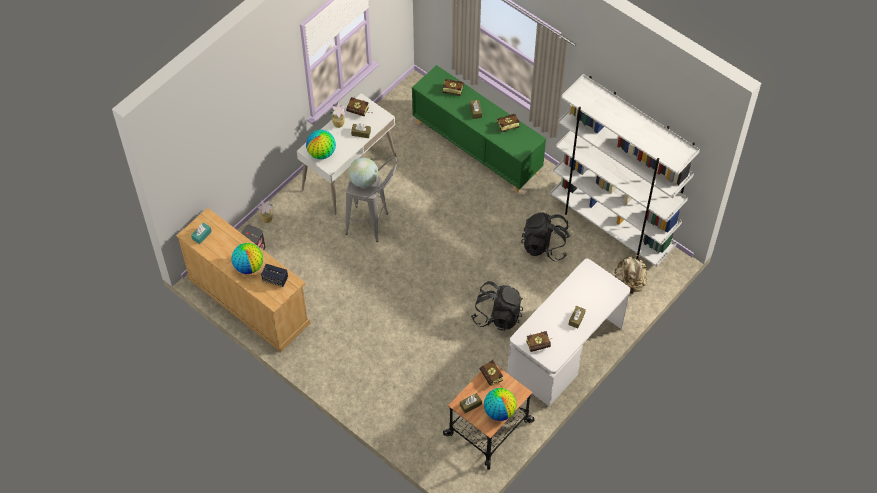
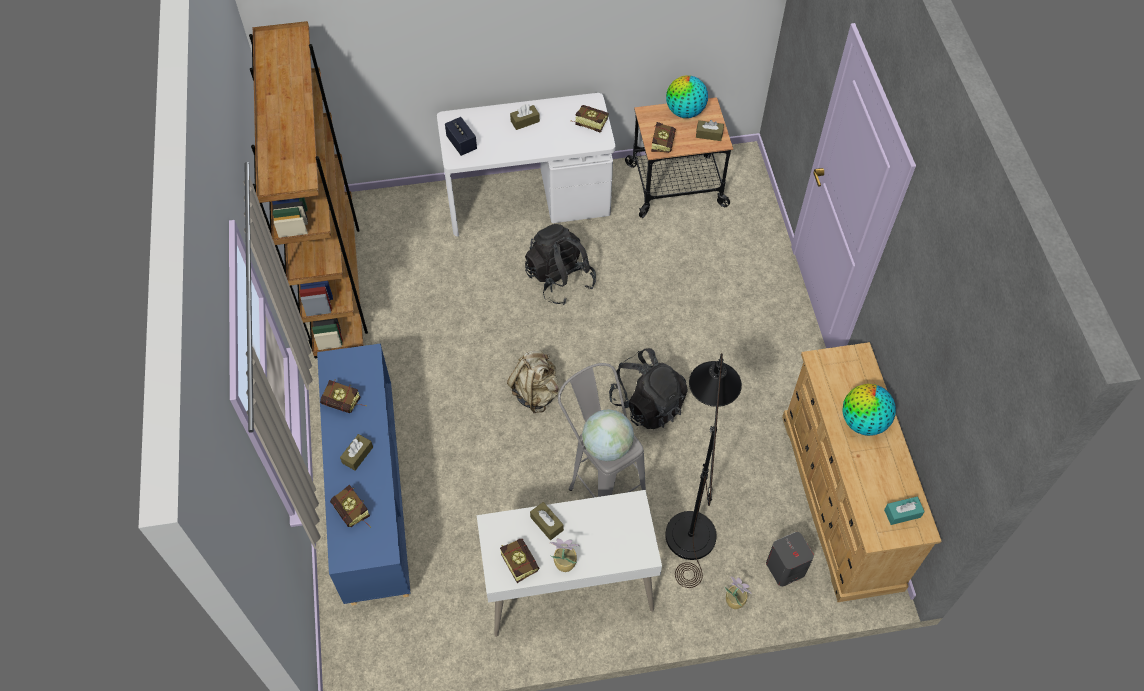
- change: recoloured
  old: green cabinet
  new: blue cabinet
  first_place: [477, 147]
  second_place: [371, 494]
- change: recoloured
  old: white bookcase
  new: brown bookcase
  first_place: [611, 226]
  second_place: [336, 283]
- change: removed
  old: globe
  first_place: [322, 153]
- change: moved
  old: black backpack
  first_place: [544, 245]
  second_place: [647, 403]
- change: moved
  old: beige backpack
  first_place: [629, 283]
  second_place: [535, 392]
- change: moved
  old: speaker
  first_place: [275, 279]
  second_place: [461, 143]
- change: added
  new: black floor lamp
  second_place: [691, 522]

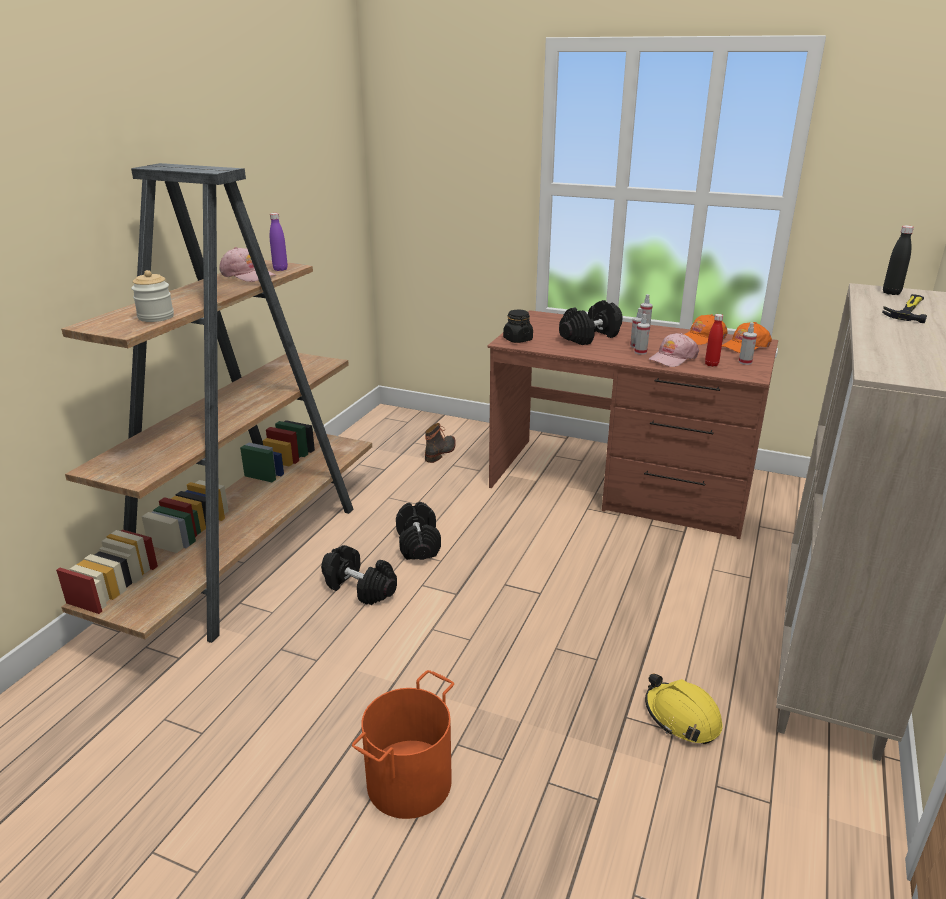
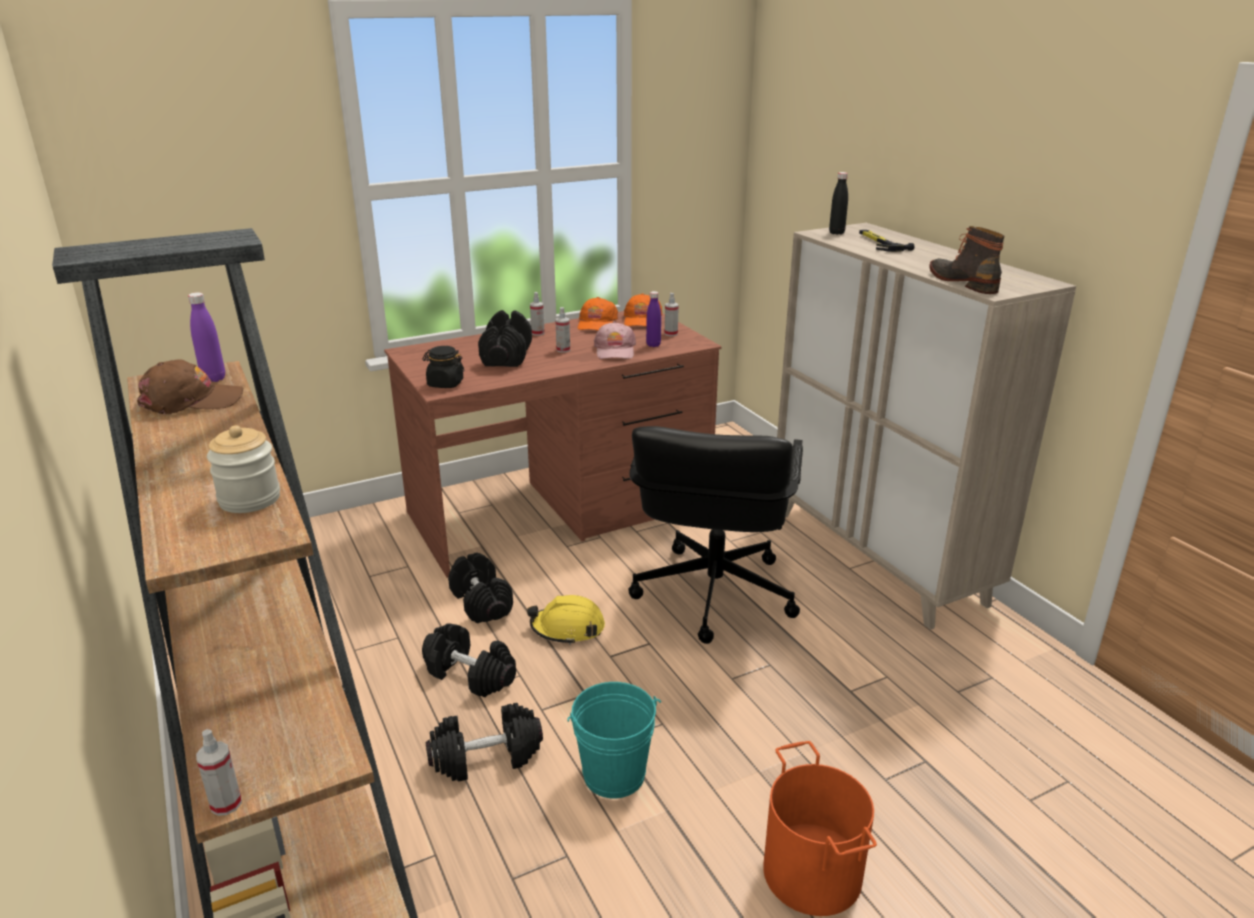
- change: recoloured
  old: pink cap
  new: brown cap
  first_place: [248, 275]
  second_place: [191, 401]
- change: moved
  old: spray bottle
  first_place: [640, 352]
  second_place: [226, 804]
- change: recoloured
  old: red bottle
  new: purple bottle
  first_place: [711, 364]
  second_place: [653, 345]
- change: moved
  old: boot
  first_place: [441, 452]
  second_place: [964, 282]
- change: moved
  old: yellow hard hat
  first_place: [682, 717]
  second_place: [568, 628]
- change: added
  new: black office chair
  second_place: [712, 594]
- change: added
  new: black dumbbell
  second_place: [481, 602]
- change: added
  new: turquoise bucket
  second_place: [613, 774]

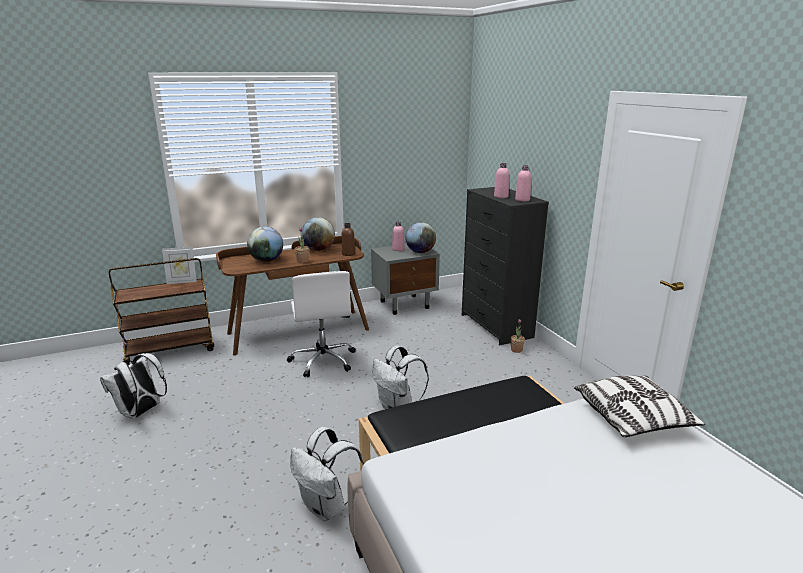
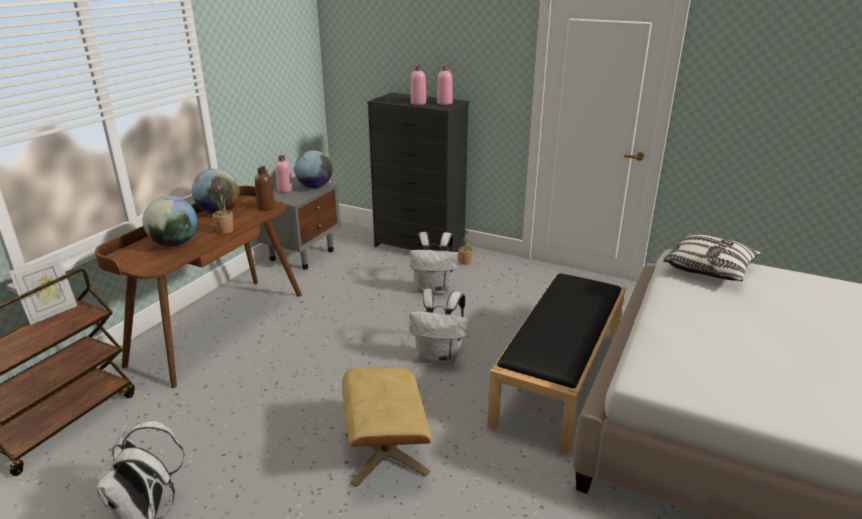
- change: removed
  old: white office chair
  first_place: [323, 360]
- change: moved
  old: white backpack
  first_place: [326, 507]
  second_place: [434, 289]
- change: added
  new: beige ottoman
  second_place: [385, 453]

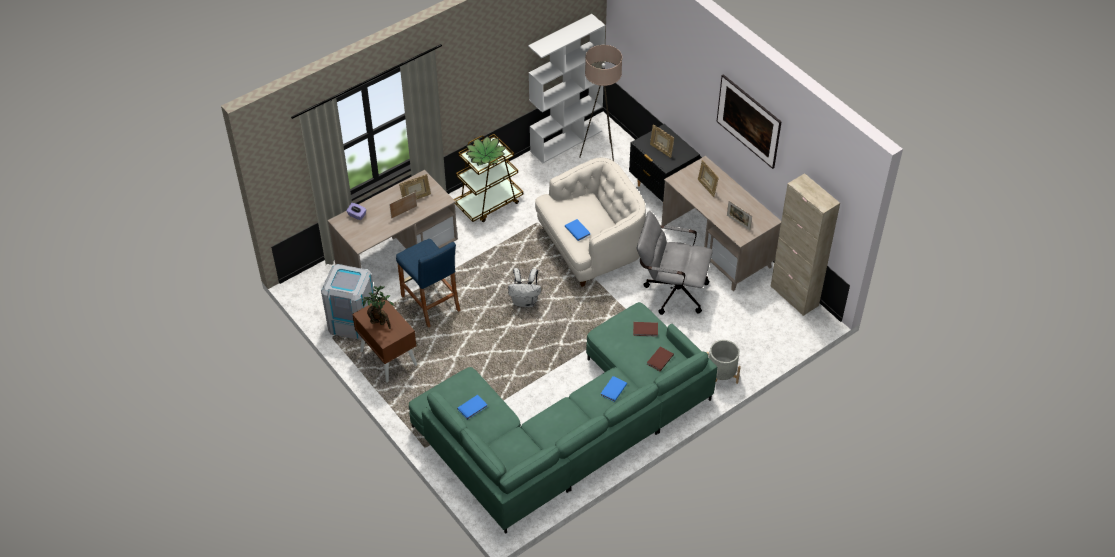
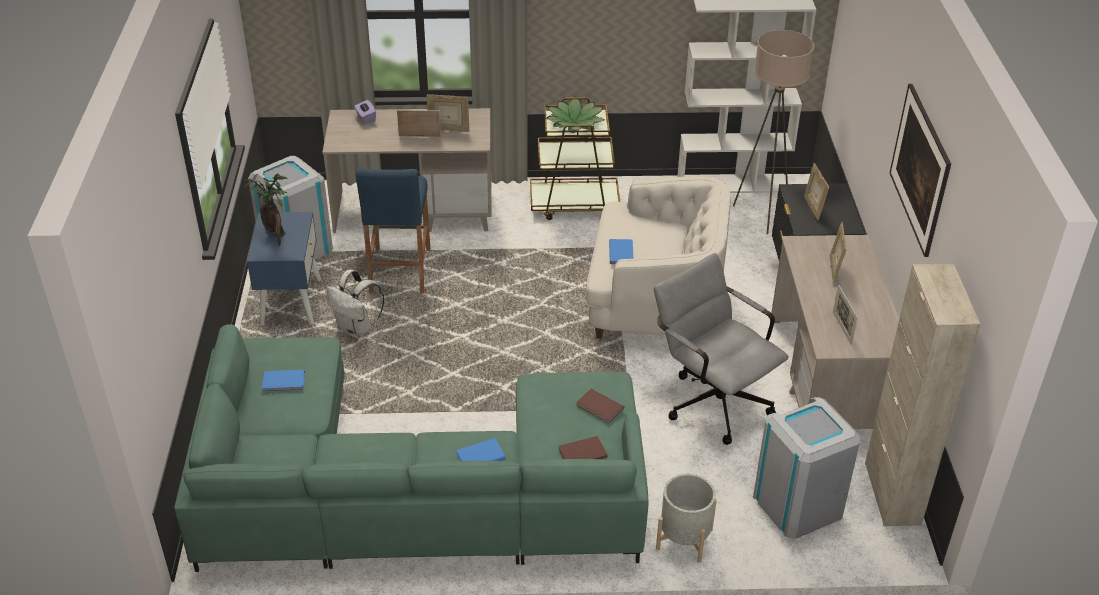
- change: moved
  old: white backpack
  first_place: [525, 301]
  second_place: [357, 329]
- change: recoloured
  old: brown nightstand
  new: blue nightstand
  first_place: [388, 358]
  second_place: [291, 301]
- change: added
  new: grey trash can
  second_place: [798, 504]

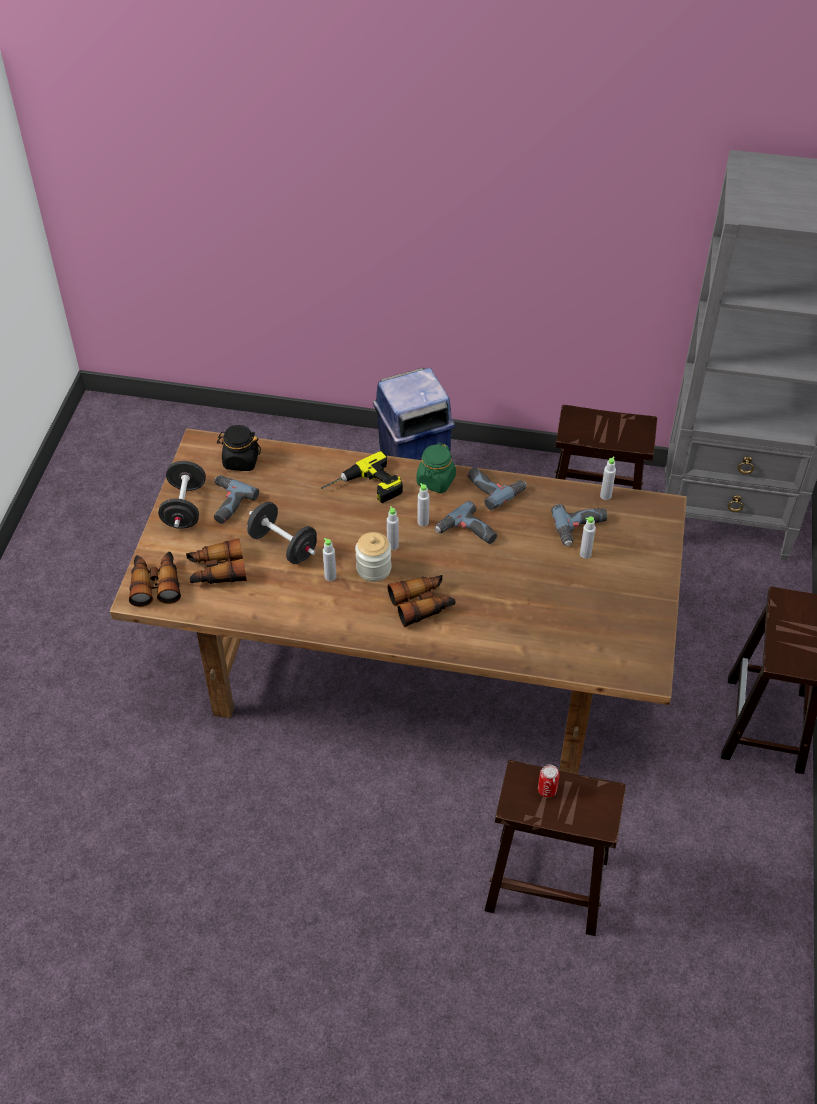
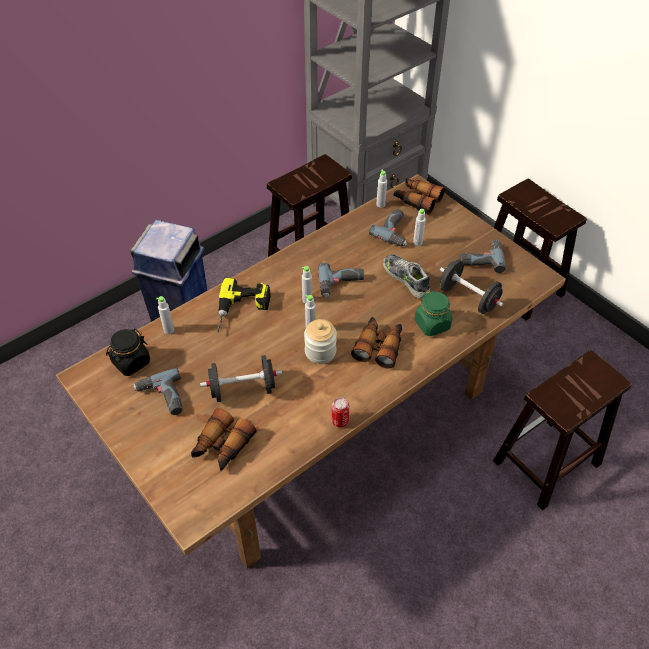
- change: moved
  old: green jar
  first_place: [436, 481]
  second_place: [432, 324]
- change: moved
  old: black dumbbell
  first_place: [184, 507]
  second_place: [468, 298]
- change: moved
  old: power drill
  first_place: [494, 487]
  second_place: [480, 258]
- change: moved
  old: grey bottle
  first_place: [330, 576]
  second_place: [168, 330]
- change: moved
  old: binoculars
  first_place: [155, 583]
  second_place: [417, 200]
- change: moved
  old: can
  first_place: [547, 790]
  second_place: [340, 421]
- change: added
  new: shoe
  second_place: [406, 279]

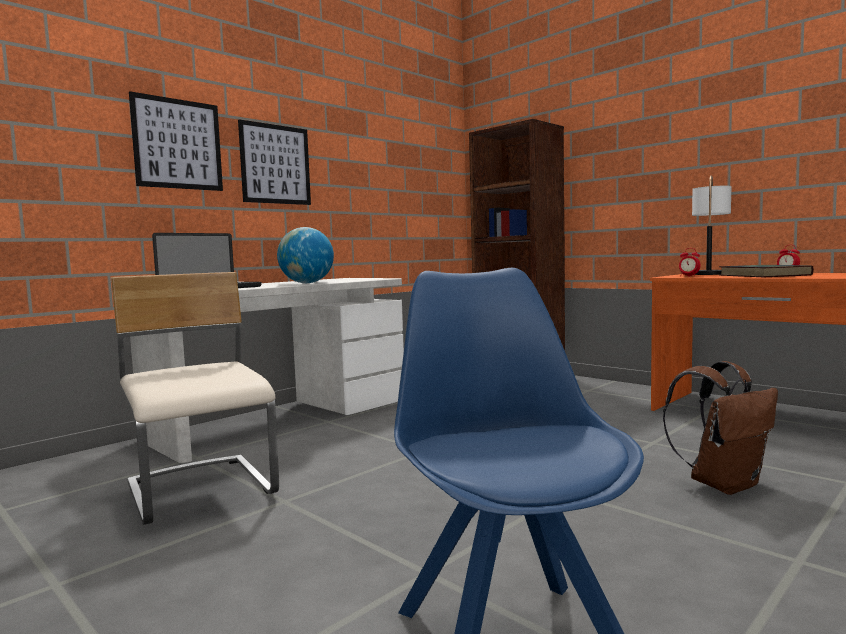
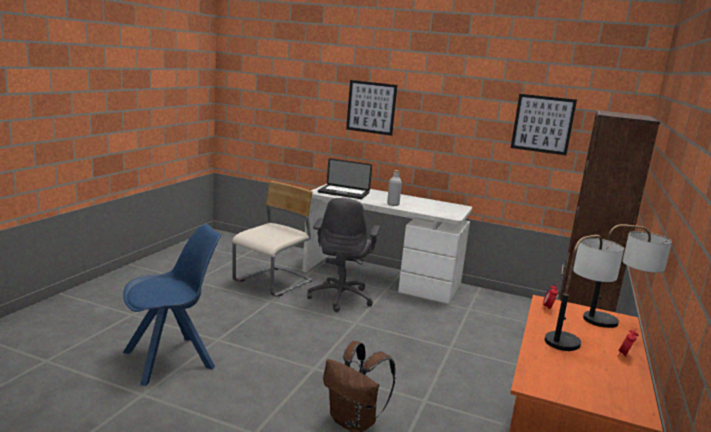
- change: moved
  old: picture
  first_place: [275, 164]
  second_place: [542, 124]
- change: replaced
  old: globe
  new: grey bottle
  first_place: [307, 283]
  second_place: [393, 204]
- change: replaced
  old: book
  new: table lamp
  first_place: [763, 275]
  second_place: [573, 339]
- change: added
  new: grey office chair
  second_place: [341, 297]

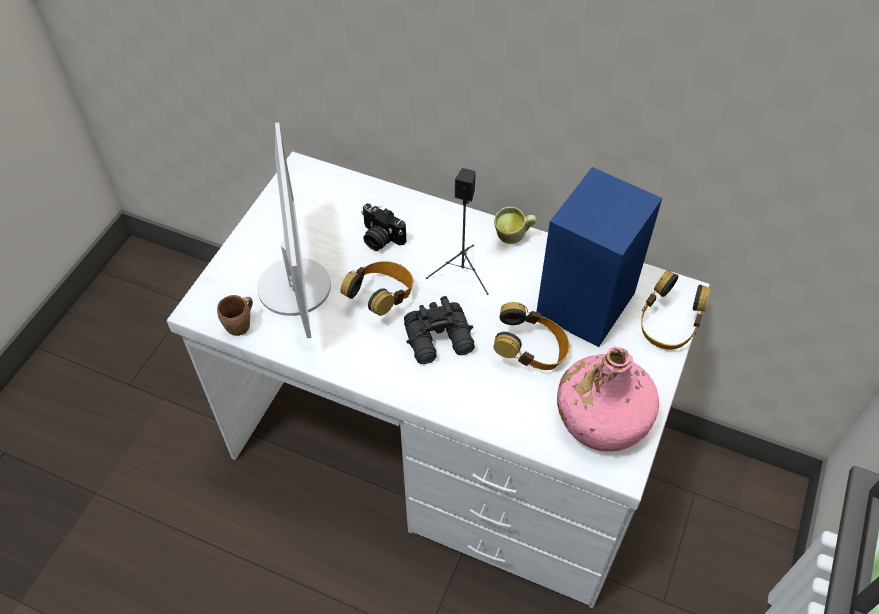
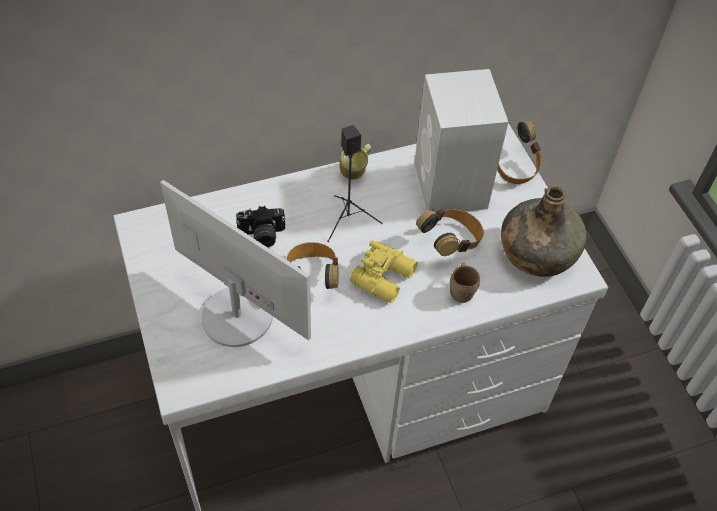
- change: recoloured
  old: blue speaker
  new: white speaker
  first_place: [584, 305]
  second_place: [450, 187]
- change: moved
  old: brown mug
  first_place: [240, 326]
  second_place: [462, 292]
- change: recoloured
  old: black binoculars
  new: yellow binoculars
  first_place: [440, 340]
  second_place: [385, 277]
- change: recoloured
  old: pink bottle
  new: green bottle
  first_place: [602, 418]
  second_place: [537, 253]

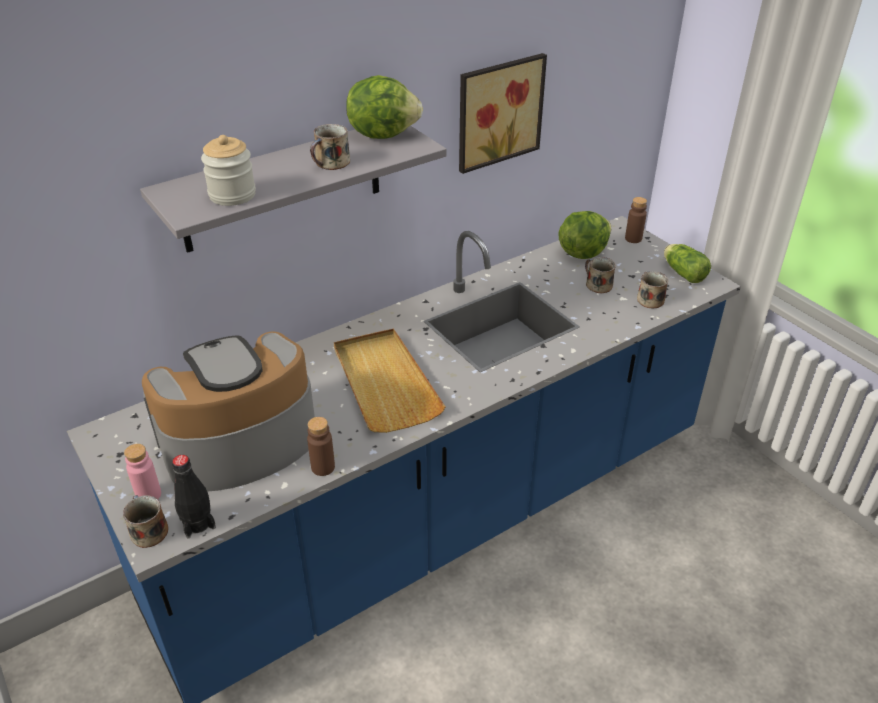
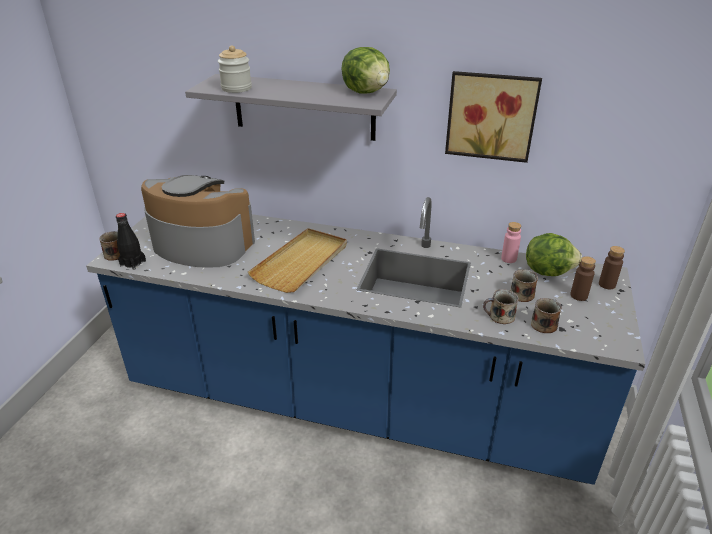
- change: moved
  old: mug
  first_place: [331, 163]
  second_place: [500, 316]
- change: removed
  old: lettuce
  first_place: [682, 272]
- change: moved
  old: brown bottle
  first_place: [323, 467]
  second_place: [578, 296]
- change: moved
  old: pink bottle
  first_place: [149, 495]
  second_place: [508, 259]

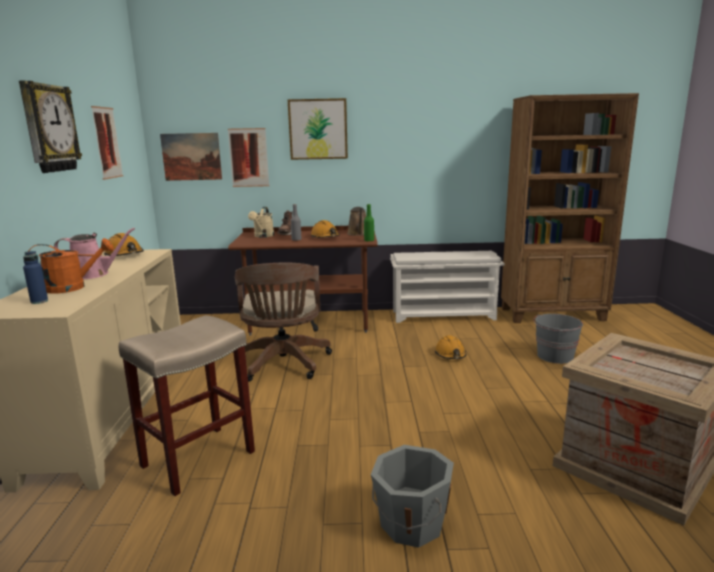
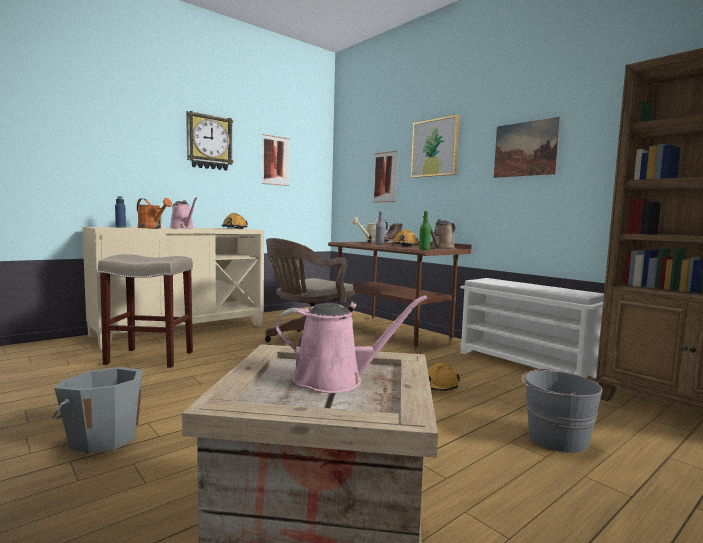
- change: moved
  old: picture
  first_place: [191, 156]
  second_place: [525, 149]
- change: added
  new: pink watering can
  second_place: [335, 380]

